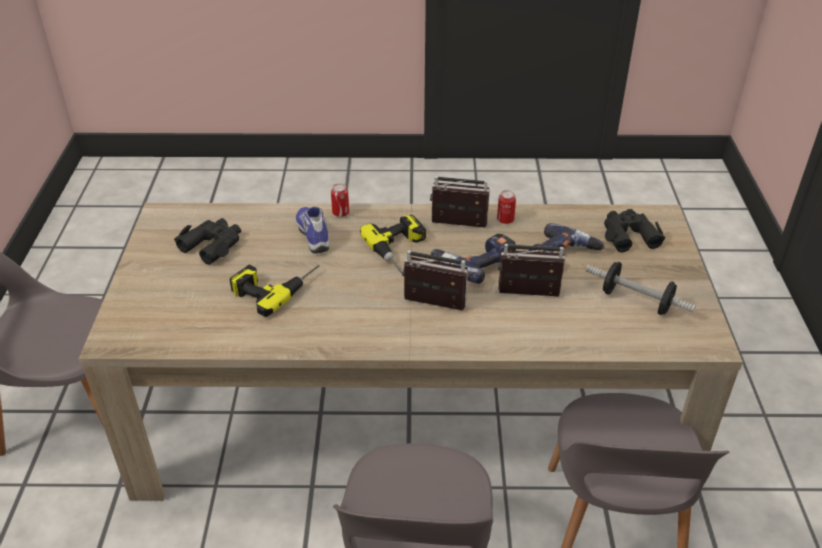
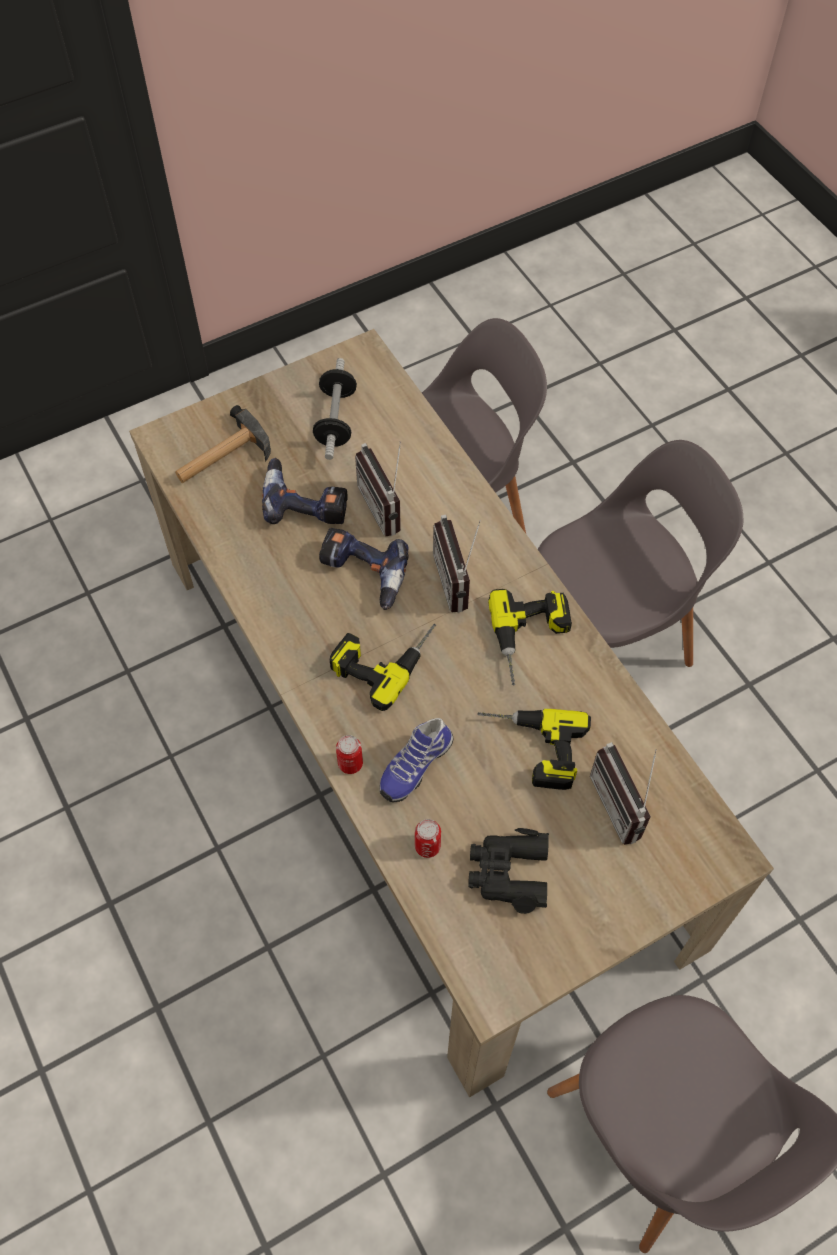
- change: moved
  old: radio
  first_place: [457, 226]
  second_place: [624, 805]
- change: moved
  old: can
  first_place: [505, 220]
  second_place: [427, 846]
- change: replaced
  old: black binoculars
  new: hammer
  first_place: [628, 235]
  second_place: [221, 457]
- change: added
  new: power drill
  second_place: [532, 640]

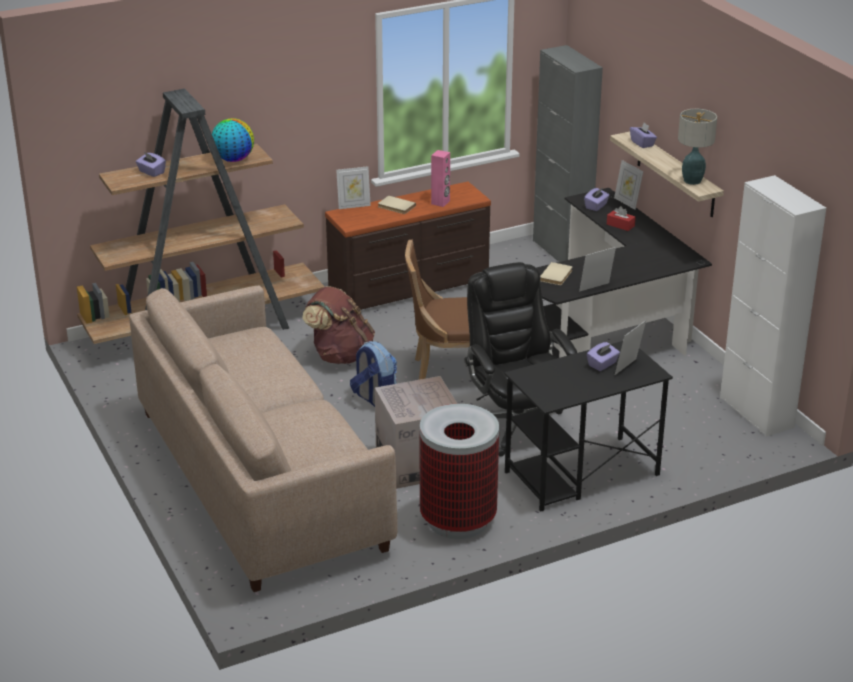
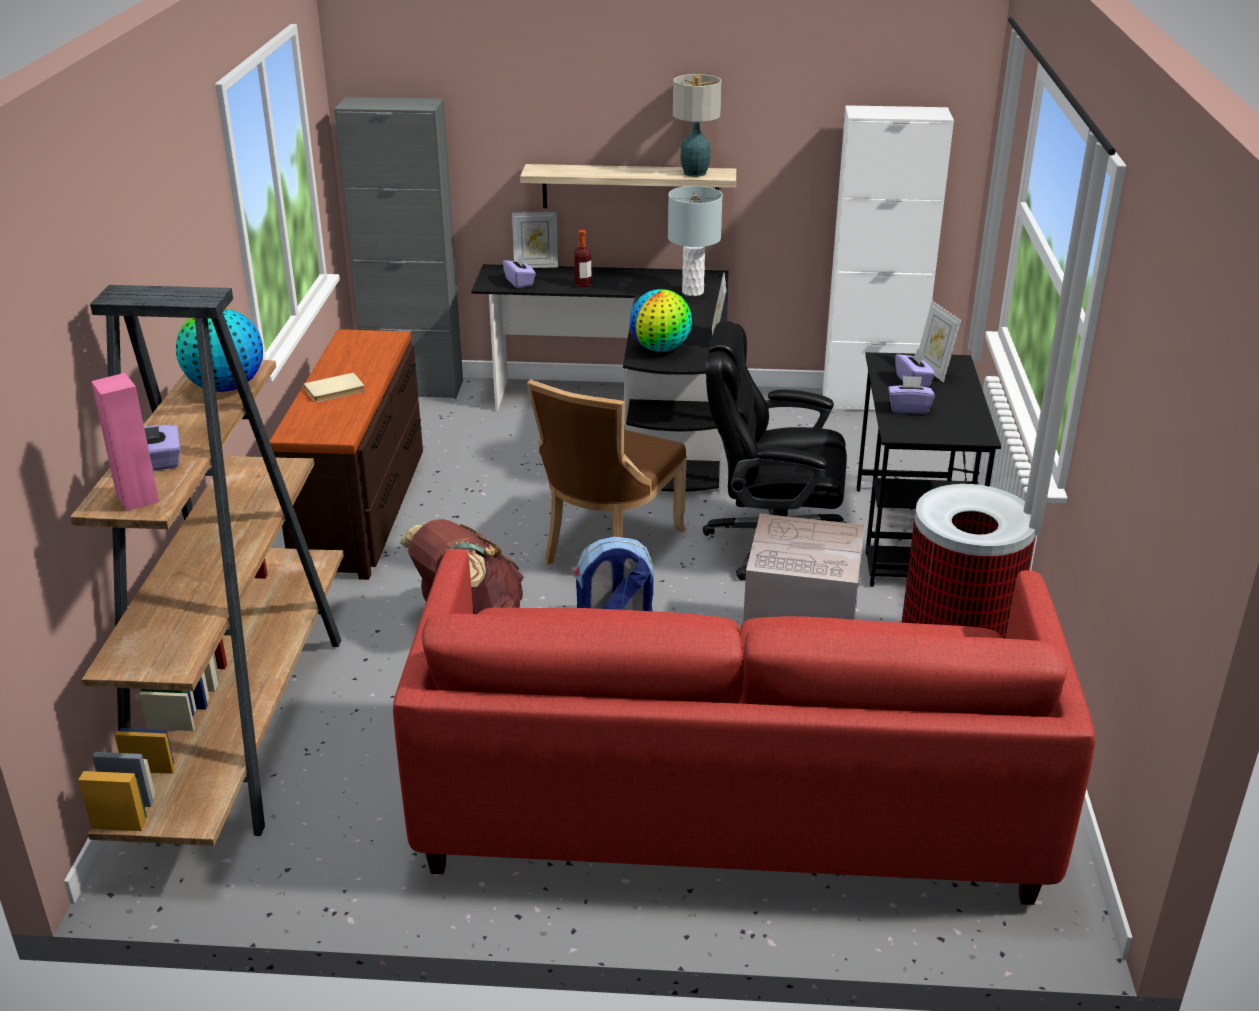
- change: moved
  old: purple tissue box
  first_place: [642, 143]
  second_place: [908, 408]
- change: moved
  old: pink speaker
  first_place: [440, 202]
  second_place: [138, 498]
- change: removed
  old: picture frame
  first_place: [354, 206]
- change: replaced
  old: red tissue box
  new: bottle
  first_place: [620, 225]
  second_place: [583, 284]
- change: replaced
  old: beige book
  new: globe
  first_place: [557, 275]
  second_place: [660, 349]
- change: recoloured
  old: beige sofa
  new: red sofa
  first_place: [259, 478]
  second_place: [729, 801]
- change: added
  new: grey table lamp
  second_place: [692, 292]

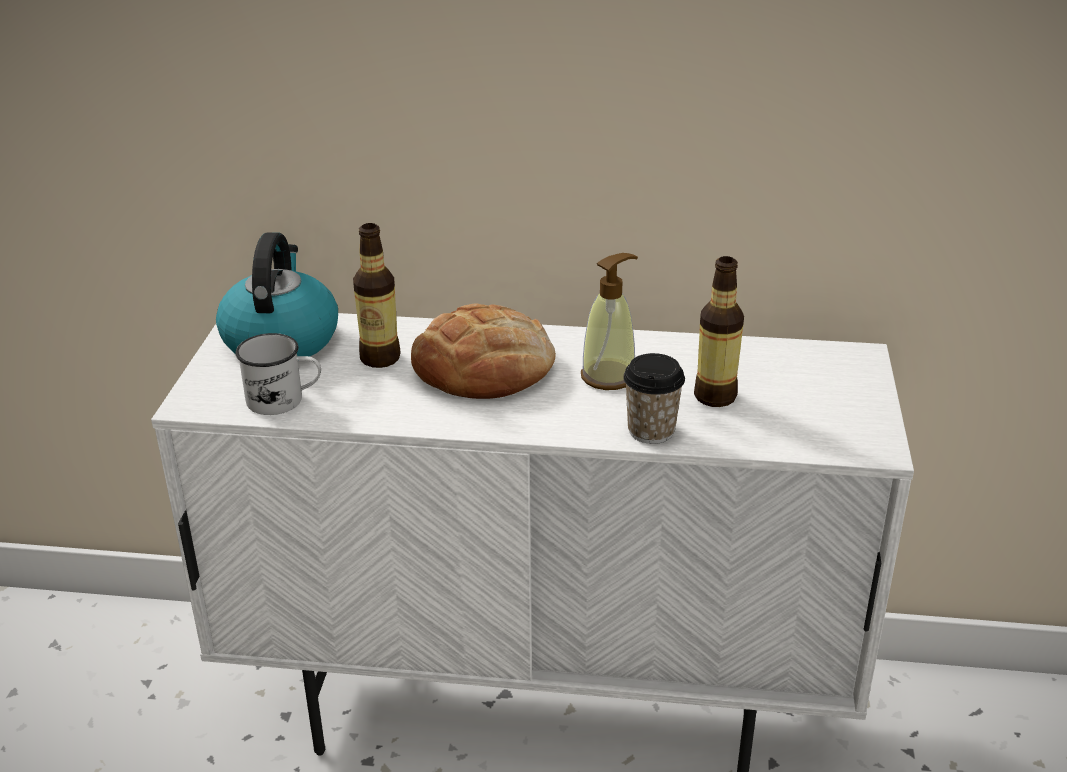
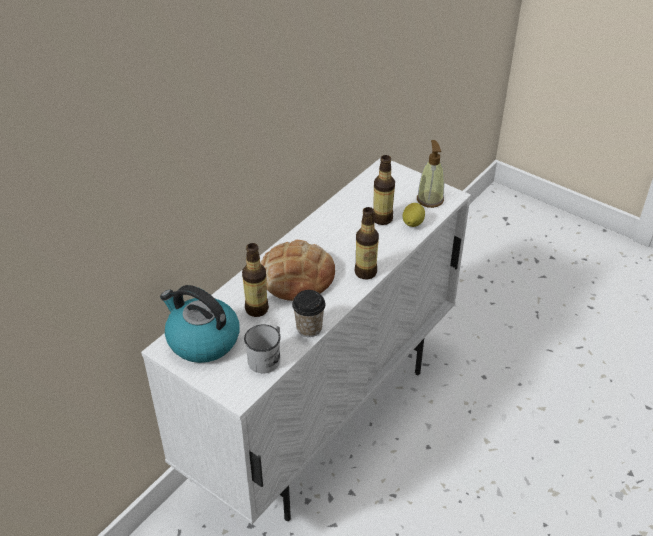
- change: moved
  old: soap dispenser
  first_place: [609, 376]
  second_place: [430, 199]
- change: moved
  old: cup
  first_place: [651, 431]
  second_place: [309, 328]
- change: added
  new: lemon
  second_place: [412, 224]
- change: added
  new: bottle
  second_place: [365, 272]

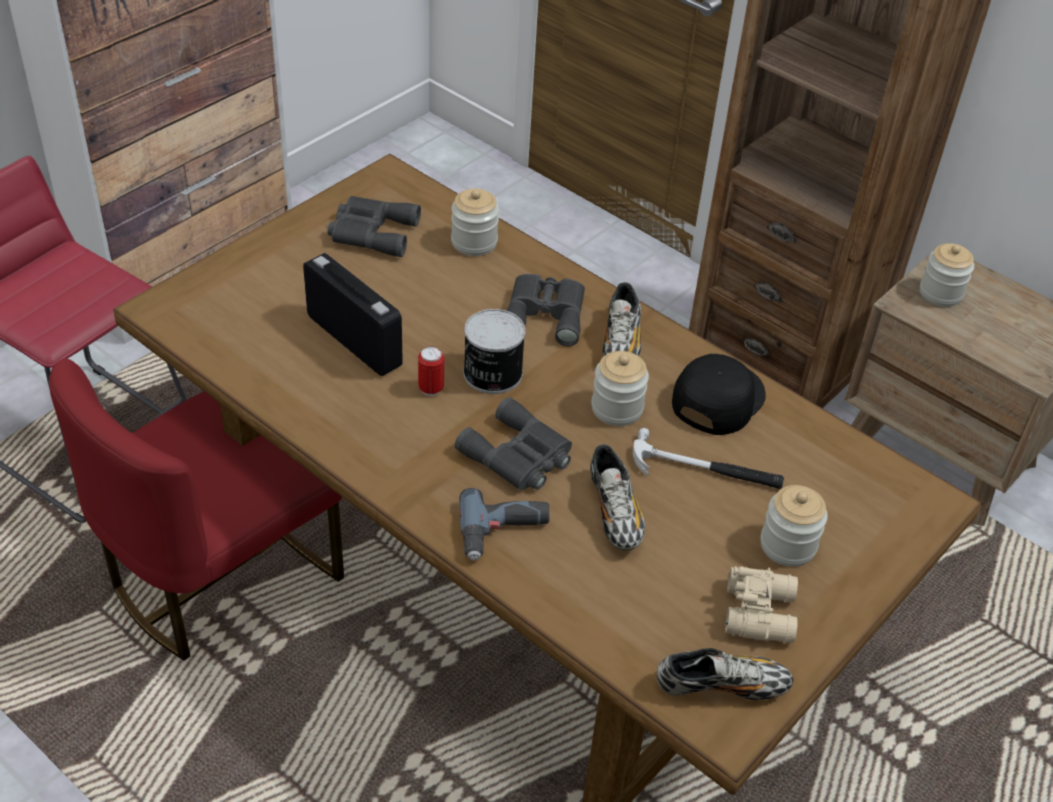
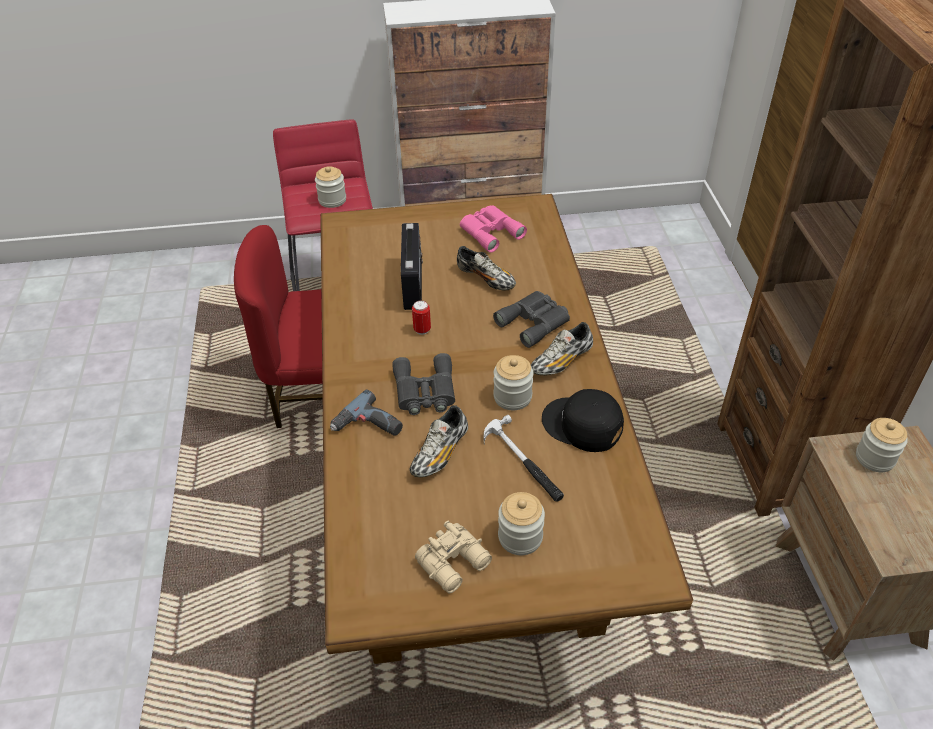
- change: moved
  old: jar
  first_place: [474, 242]
  second_place: [332, 200]
- change: recoloured
  old: grey binoculars
  new: pink binoculars
  first_place: [371, 232]
  second_place: [490, 231]
- change: removed
  old: can
  first_place: [491, 374]
- change: turned
  old: black cap
  first_place: [716, 398]
  second_place: [582, 425]
  degrees: -135
- change: moved
  old: shoe
  first_place: [721, 686]
  second_place: [486, 279]

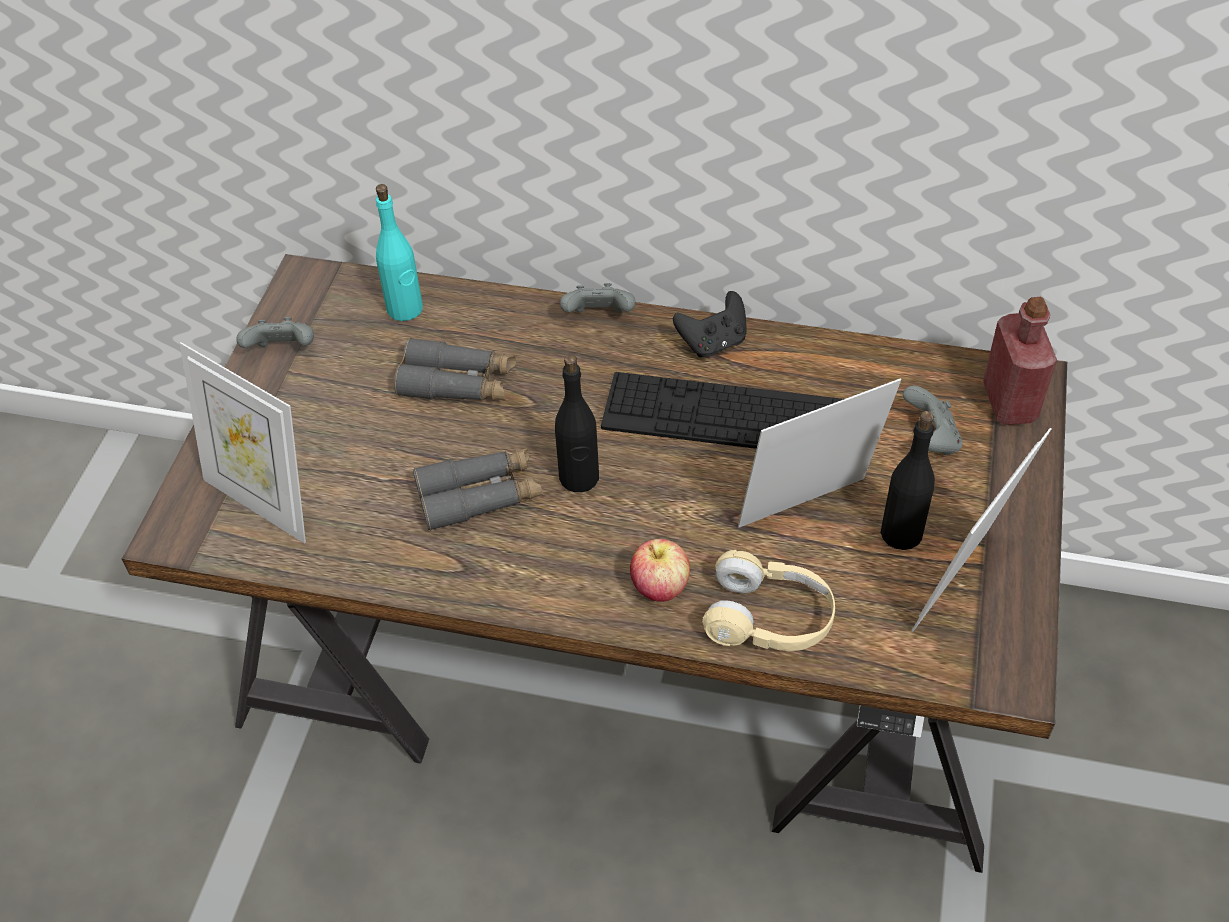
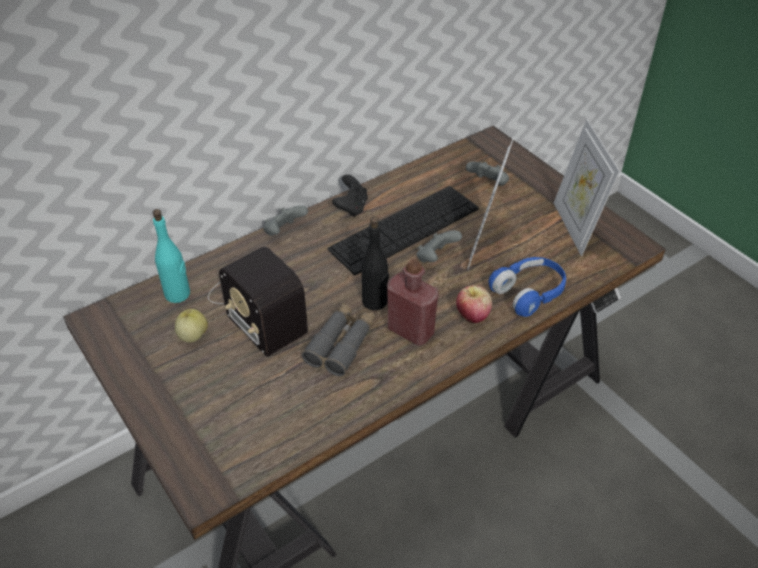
- change: moved
  old: red bottle
  first_place: [1009, 402]
  second_place: [410, 330]
- change: moved
  old: grey game controller
  first_place: [283, 351]
  second_place: [436, 258]
- change: replaced
  old: grey binoculars
  new: radio
  first_place: [458, 383]
  second_place: [257, 306]
- change: removed
  old: picture frame
  first_place: [264, 501]
- change: removed
  old: black bottle
  first_place: [901, 533]
- change: recoloured
  old: beige headphones
  new: blue headphones
  first_place: [769, 618]
  second_place: [529, 293]
- change: added
  new: apple
  second_place: [193, 335]

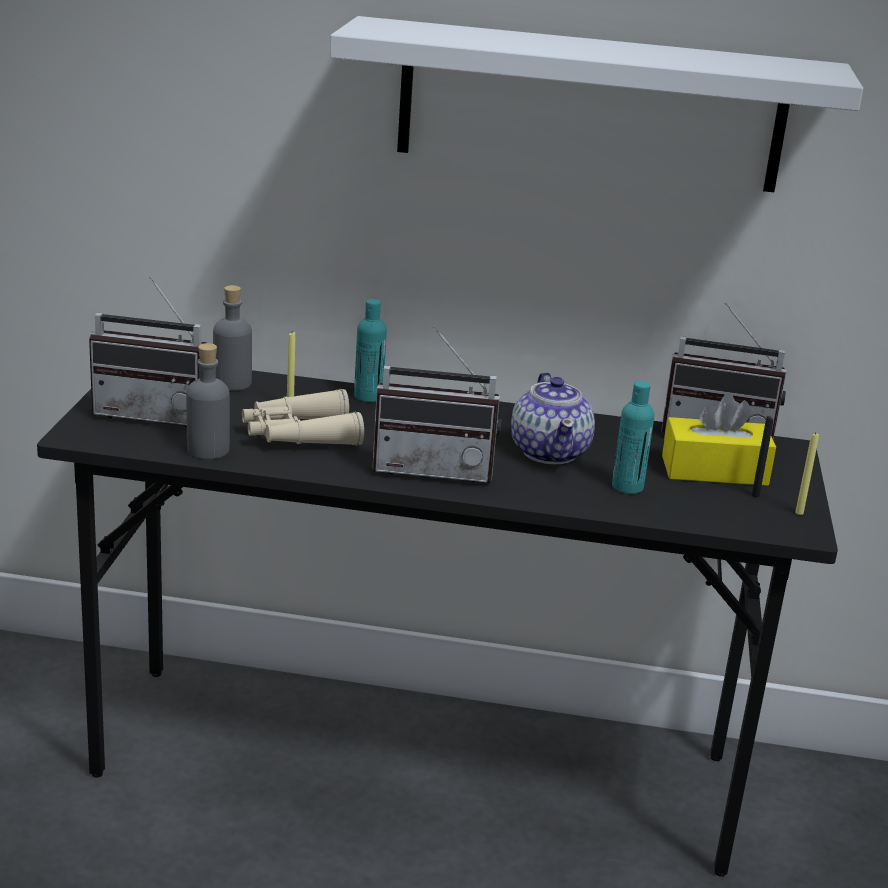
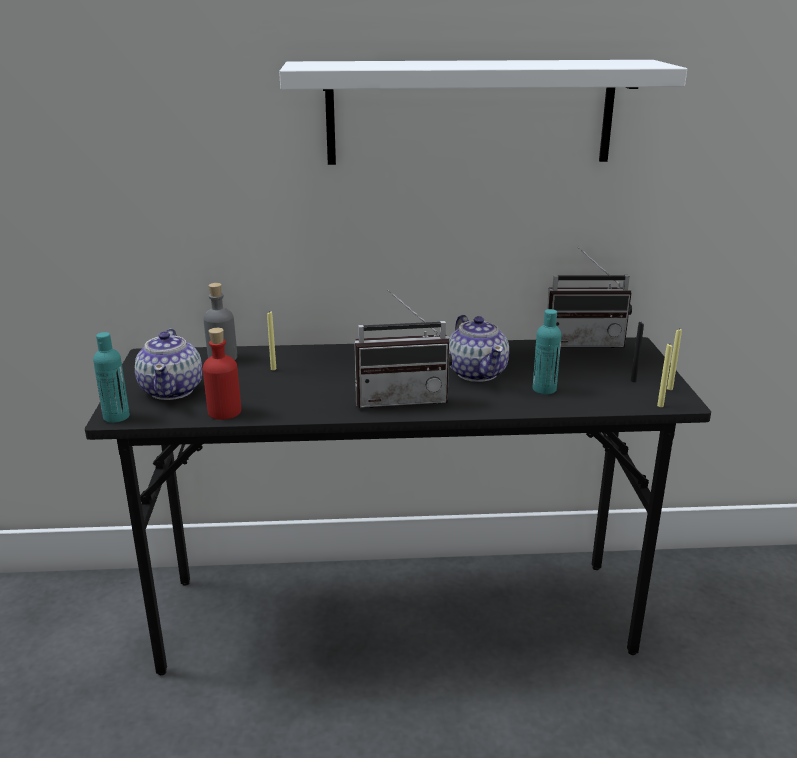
- change: replaced
  old: radio
  new: teapot
  first_place: [156, 414]
  second_place: [172, 390]
- change: moved
  old: turquoise bottle
  first_place: [368, 396]
  second_place: [116, 417]
- change: recoloured
  old: grey bottle
  new: red bottle
  first_place: [208, 450]
  second_place: [224, 412]
- change: removed
  old: beige binoculars
  first_place: [299, 435]
- change: removed
  old: yellow tissue box
  first_place: [714, 470]
- change: added
  new: yellow candle
  second_place: [660, 406]

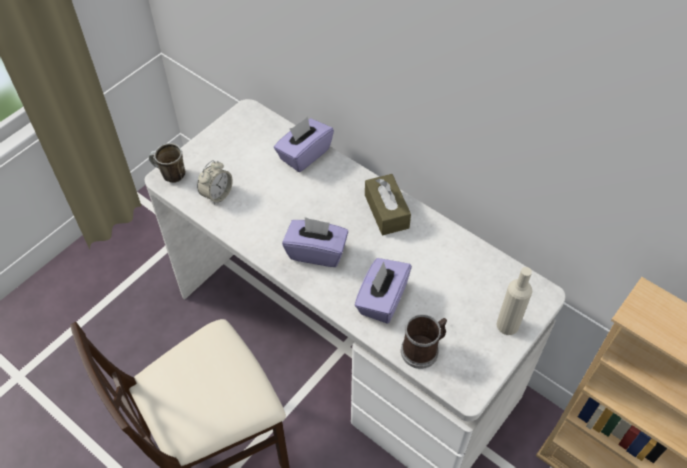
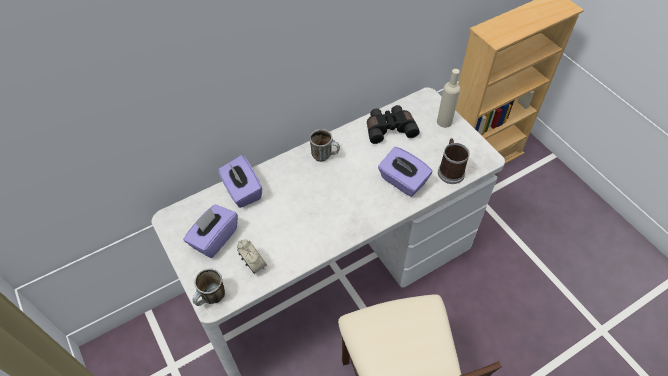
- change: replaced
  old: brown tissue box
  new: mug
  first_place: [386, 211]
  second_place: [325, 155]
- change: moved
  old: purple tissue box
  first_place: [316, 252]
  second_place: [214, 238]
- change: added
  new: black binoculars
  second_place: [389, 128]

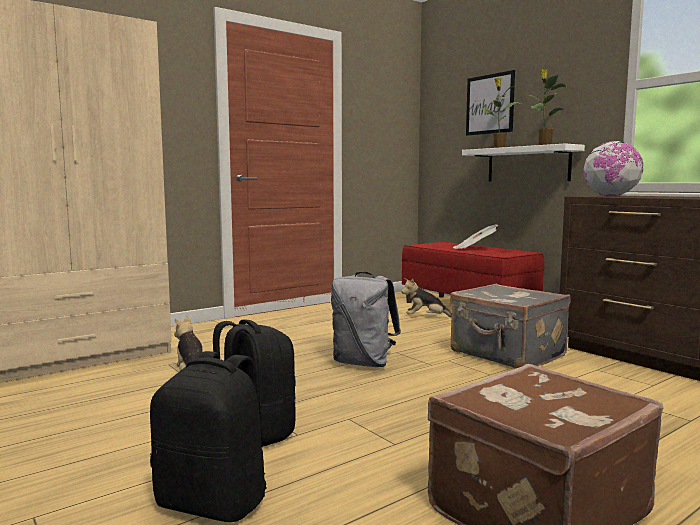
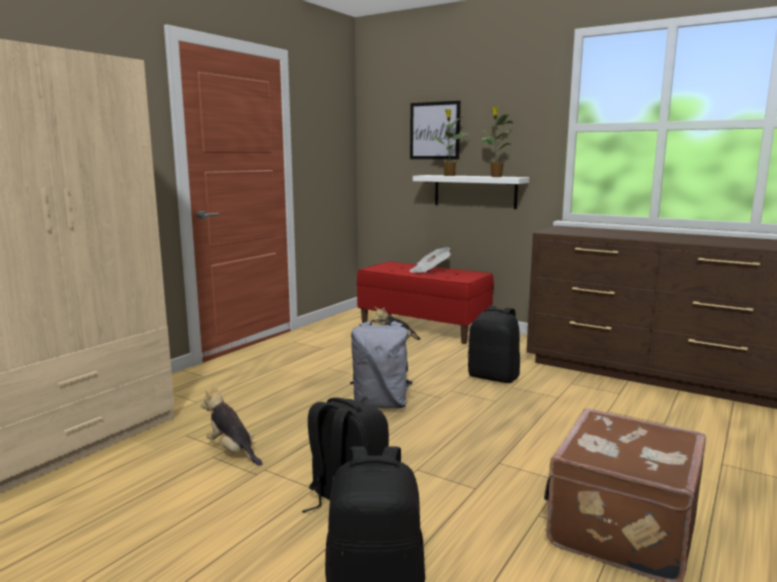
- change: removed
  old: globe
  first_place: [611, 196]
- change: replaced
  old: grey suitcase
  new: black backpack
  first_place: [507, 354]
  second_place: [494, 377]

